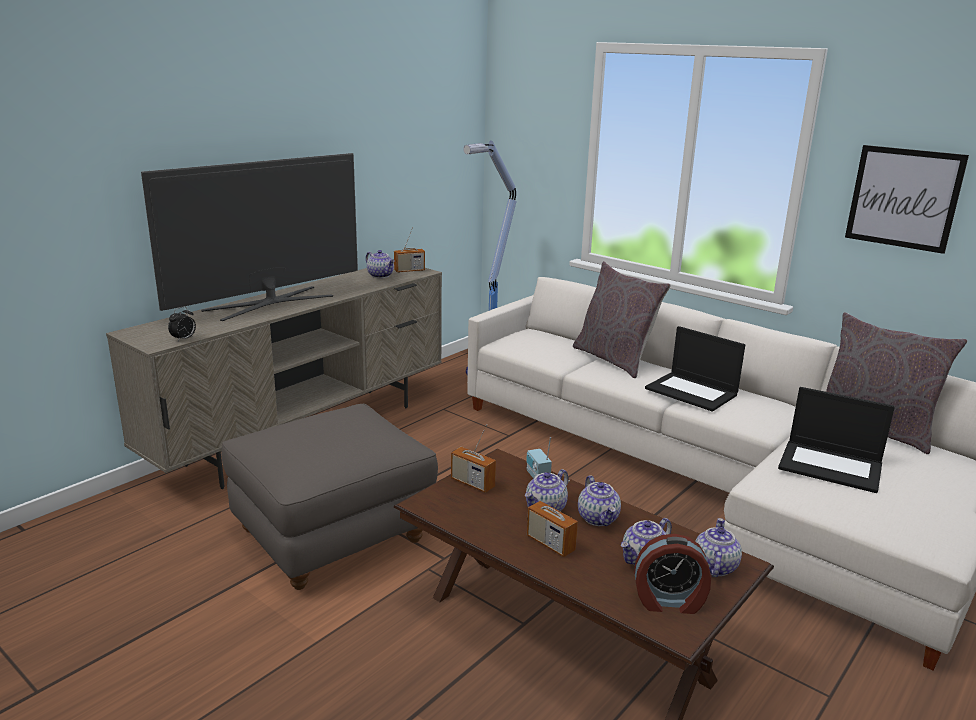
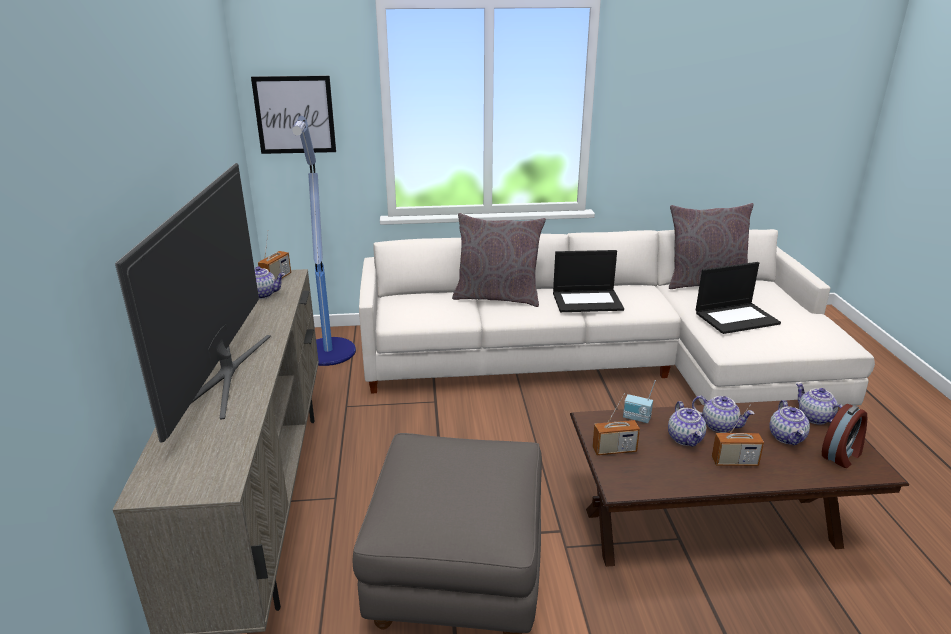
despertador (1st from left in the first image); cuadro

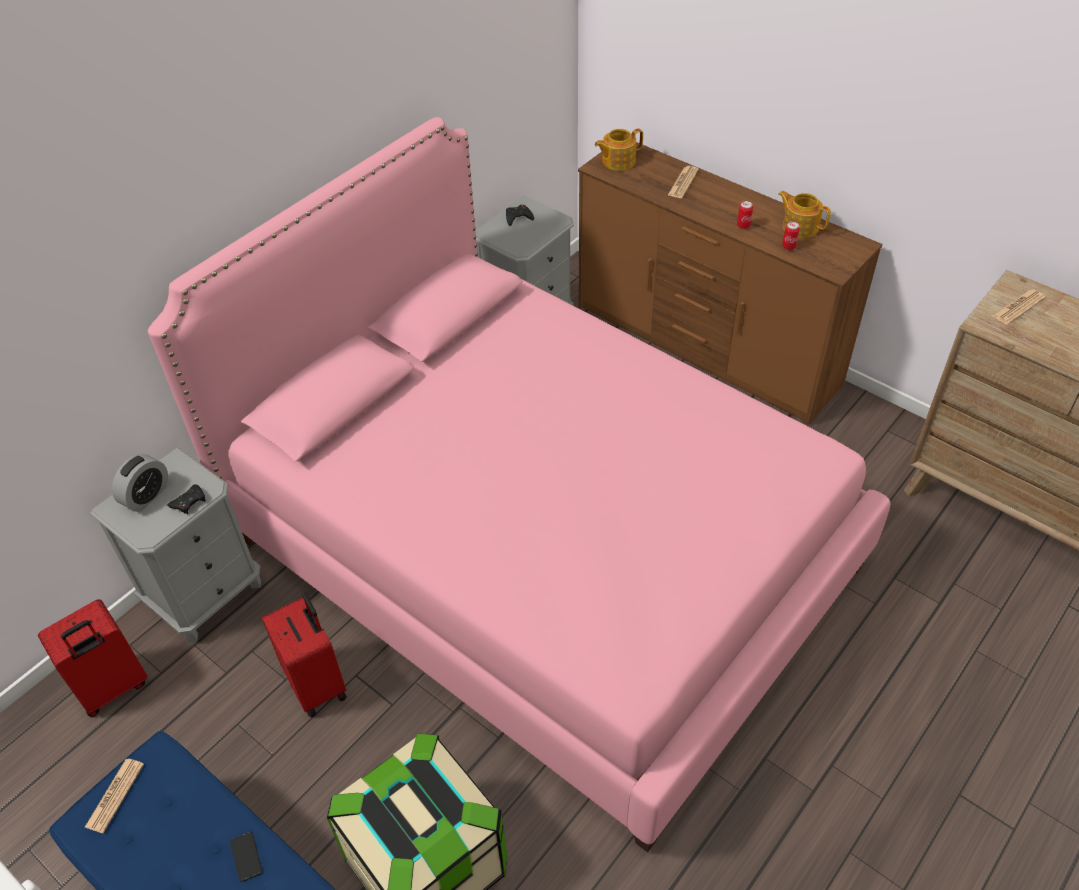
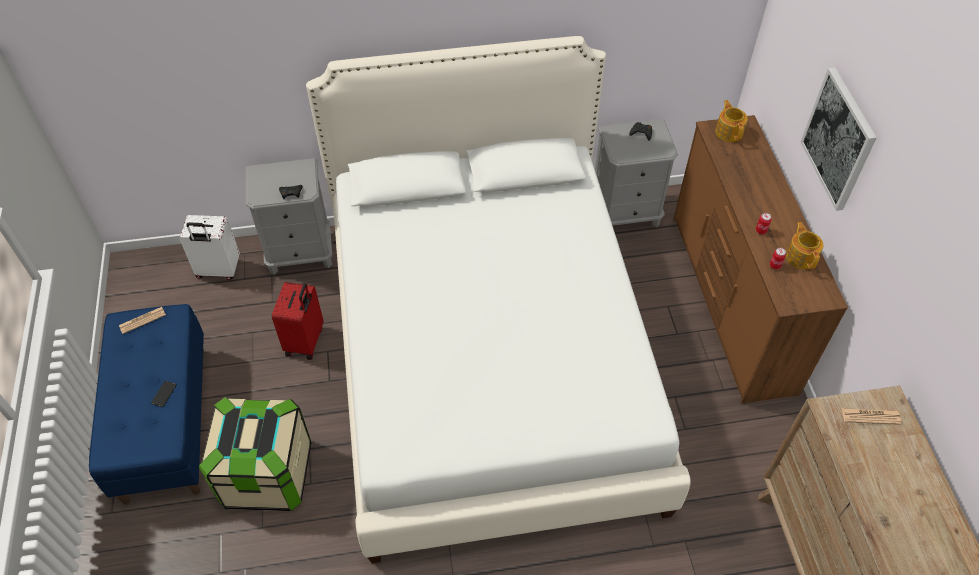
despertador; periódico (2nd from left in the first image); cuadro; maleta [blanco]; cama [blanco]; tetera (1st from left)

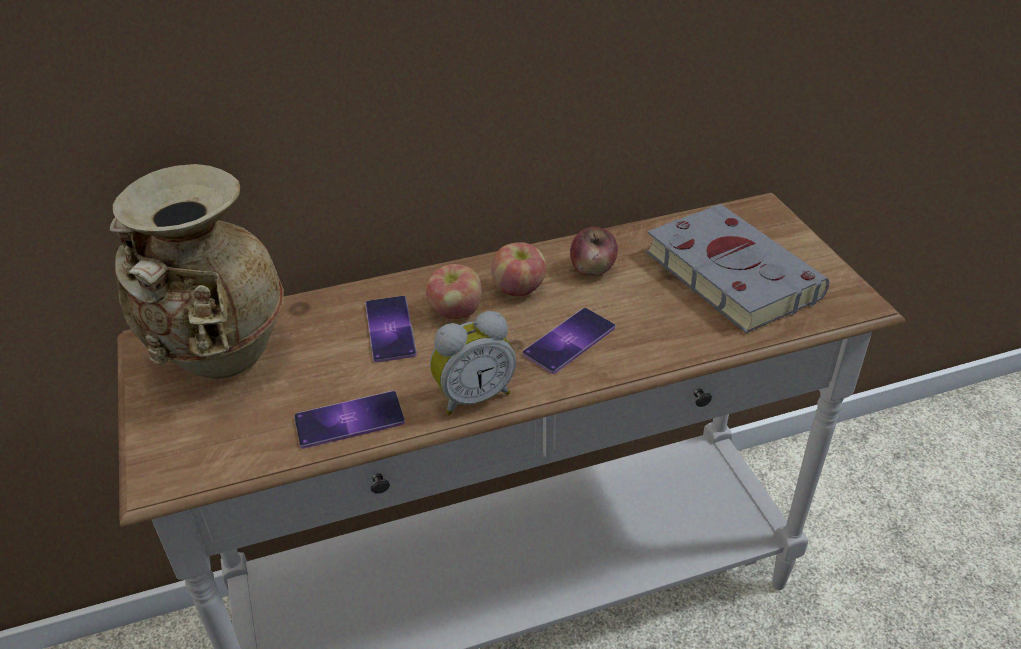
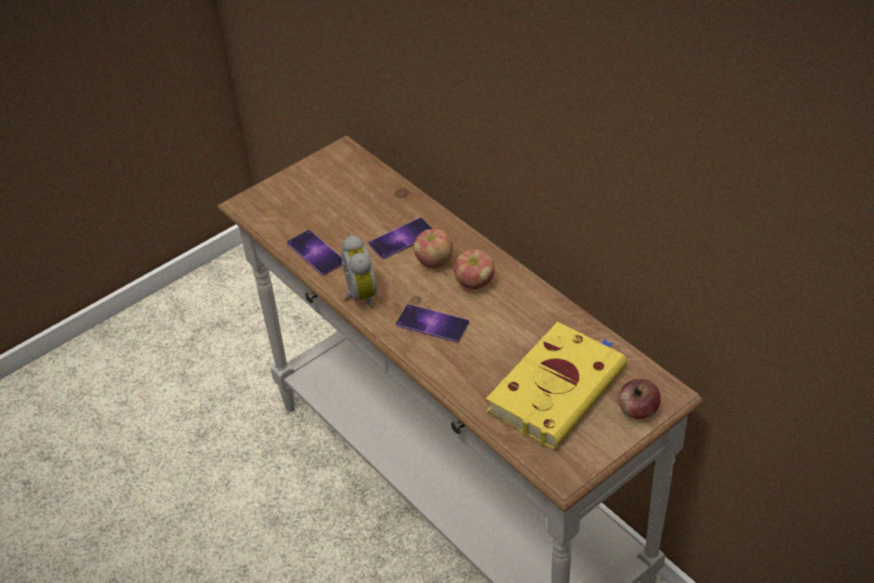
florero [beis]; manzana (3rd from left); libro [amarillo]; despertador

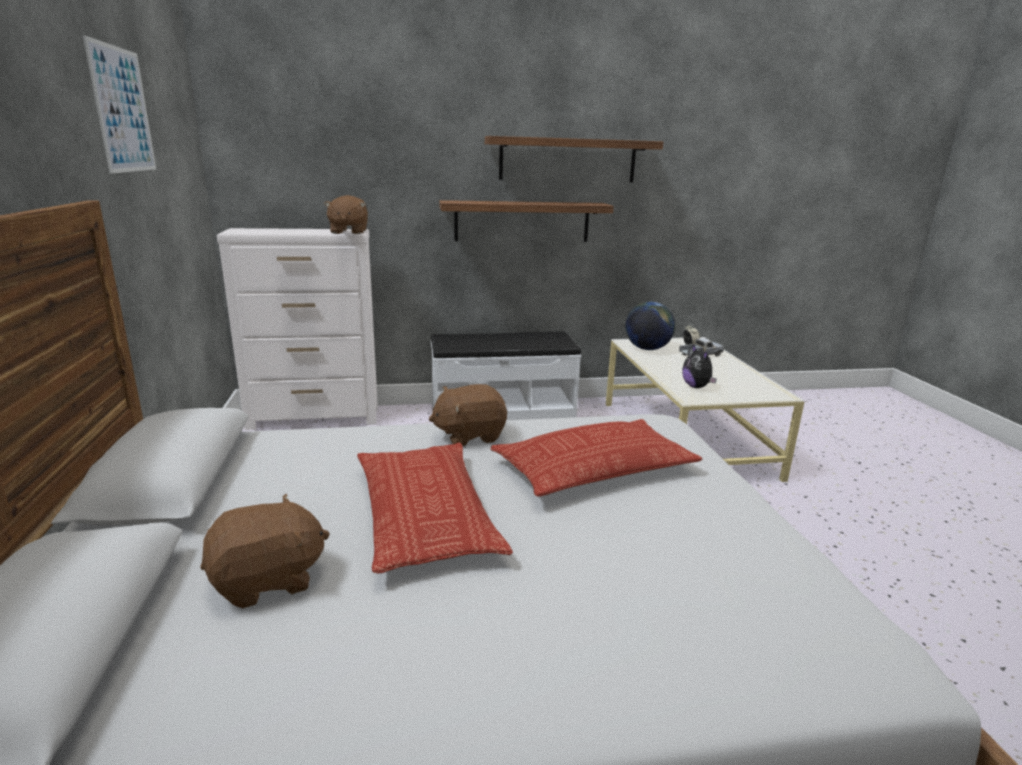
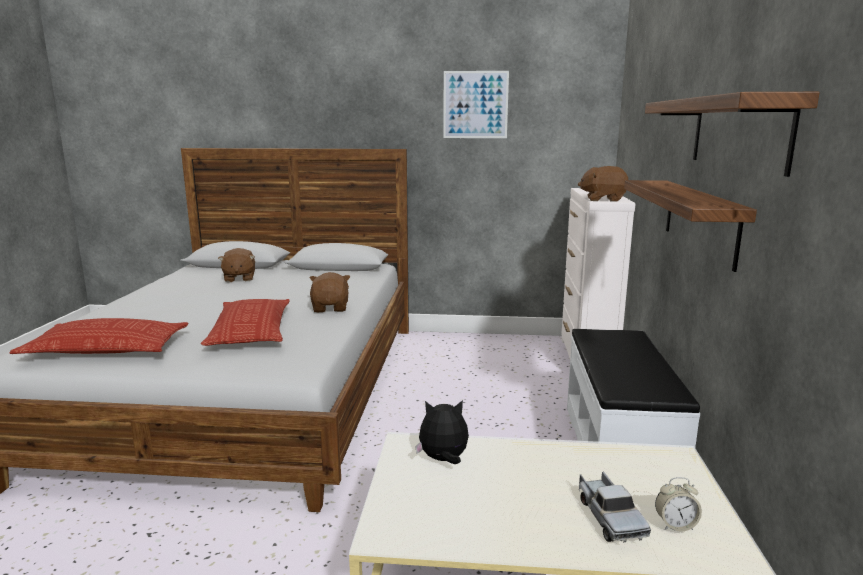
globo terráqueo; cojín (1st from left)

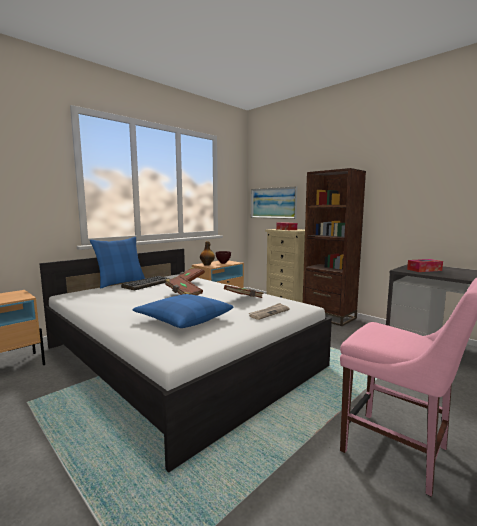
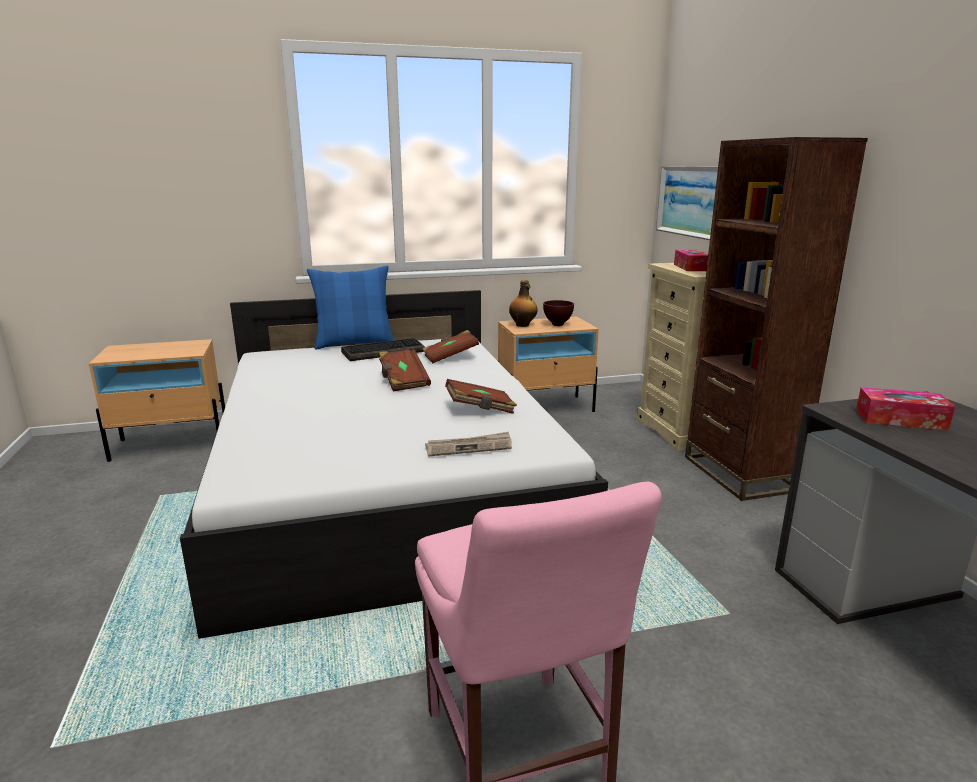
cojín [azul] (2nd from left in the first image)

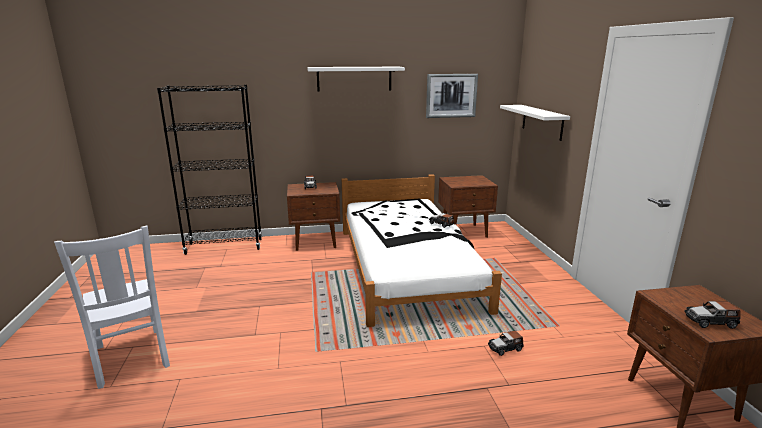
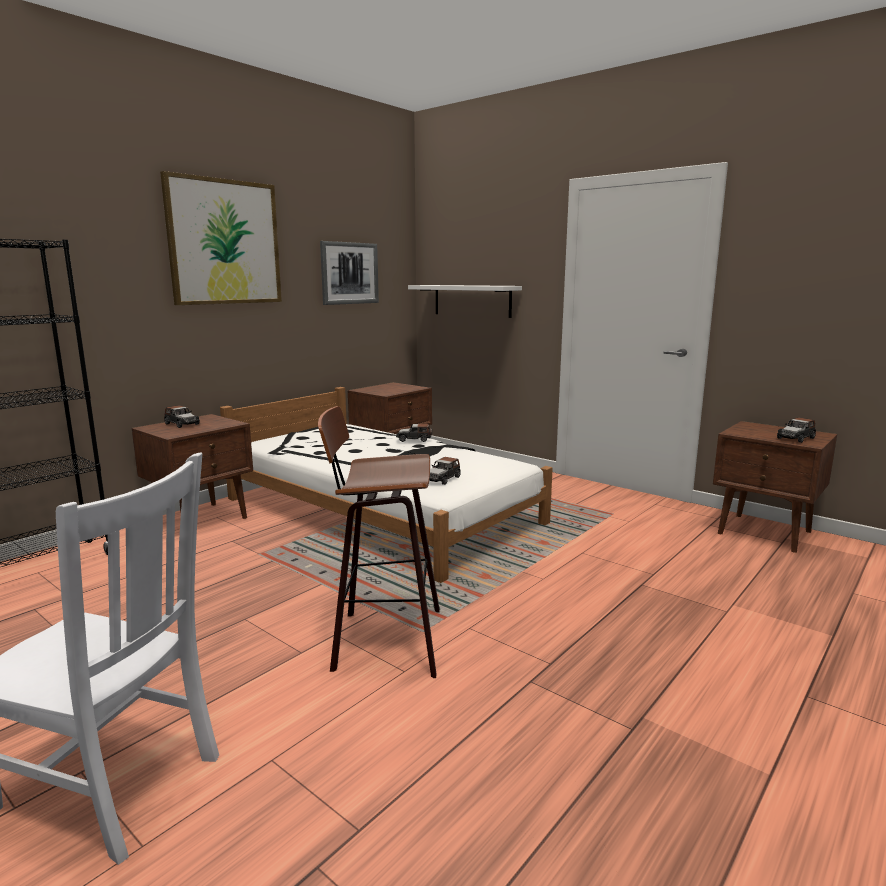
taburete; coche de juguete (3rd from left); cuadro (1st from left)

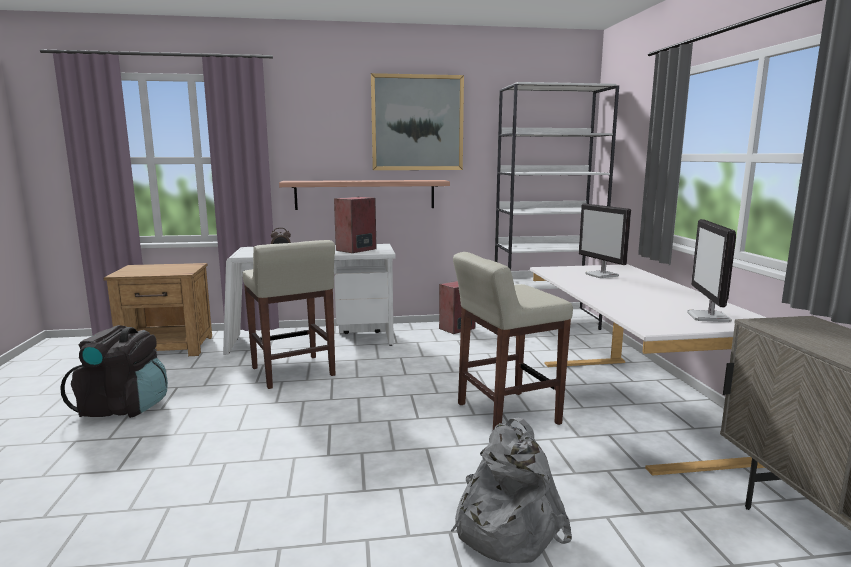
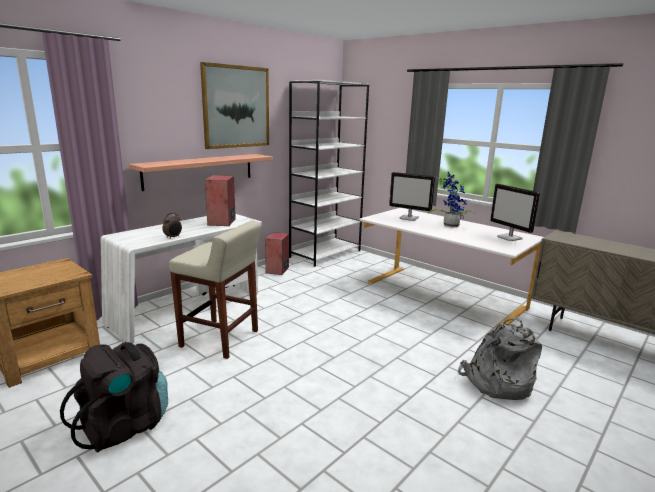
taburete [beis] (2nd from left in the first image); planta en maceta

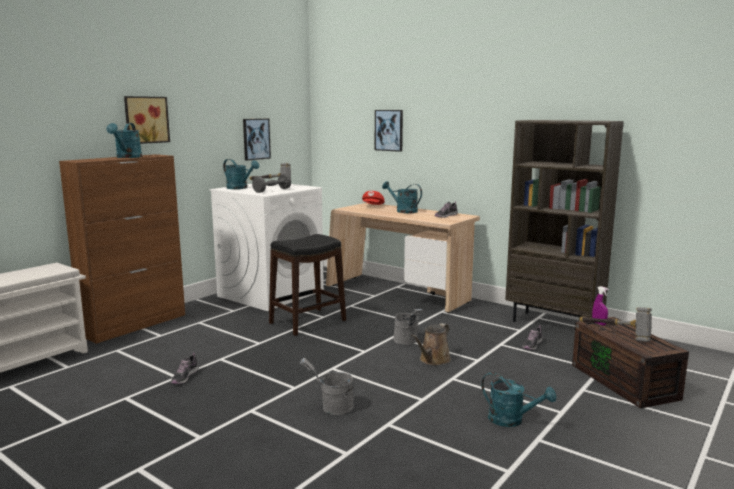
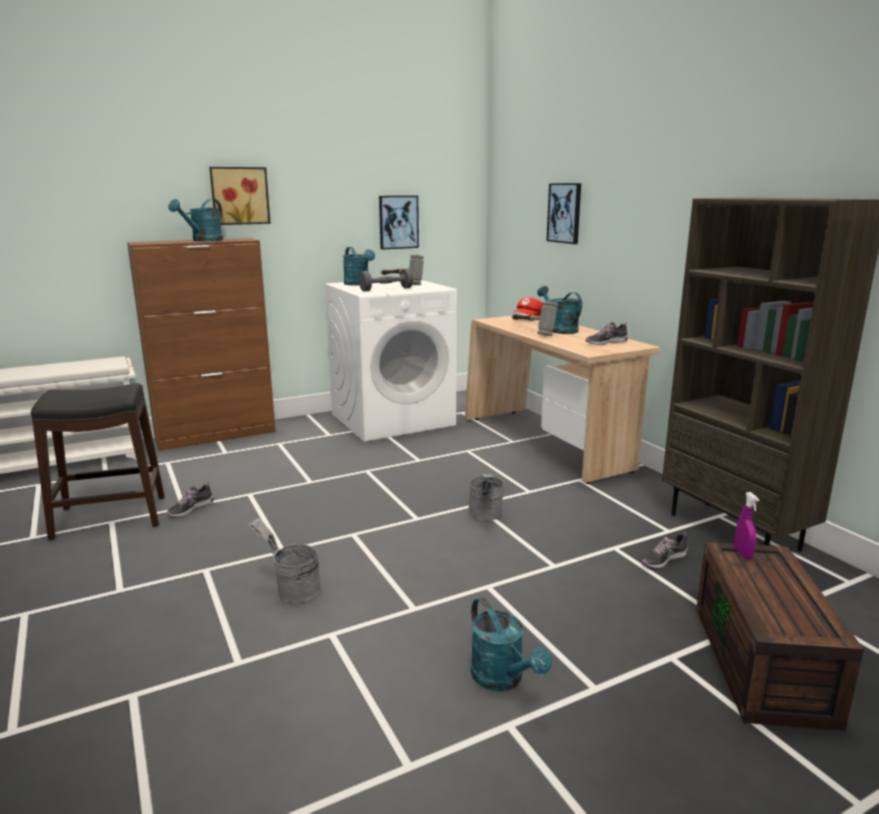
regadera [marrón]; taburete [negro]; martillo (2nd from left)

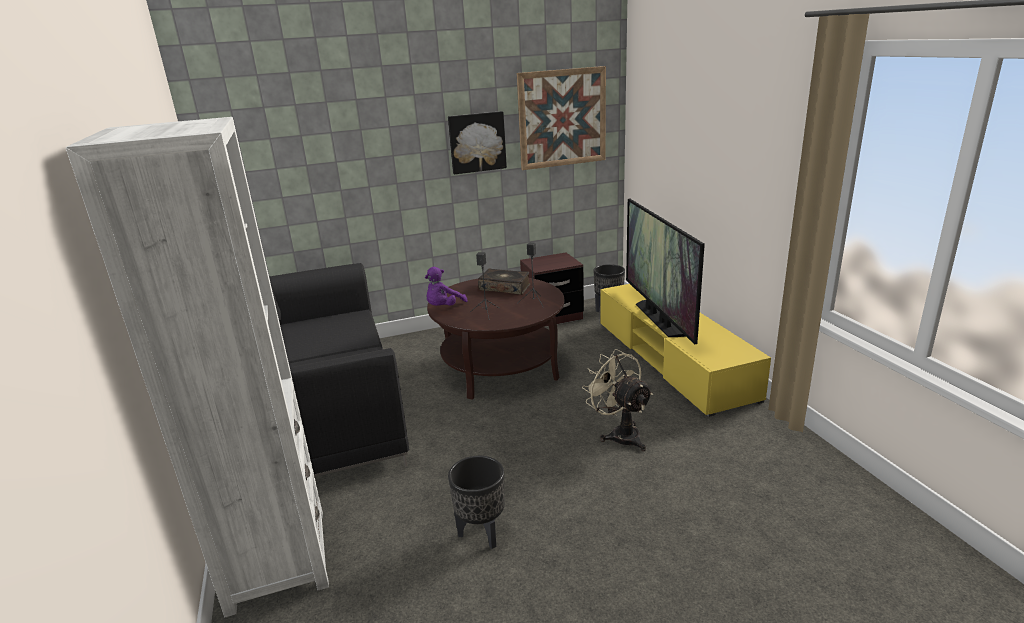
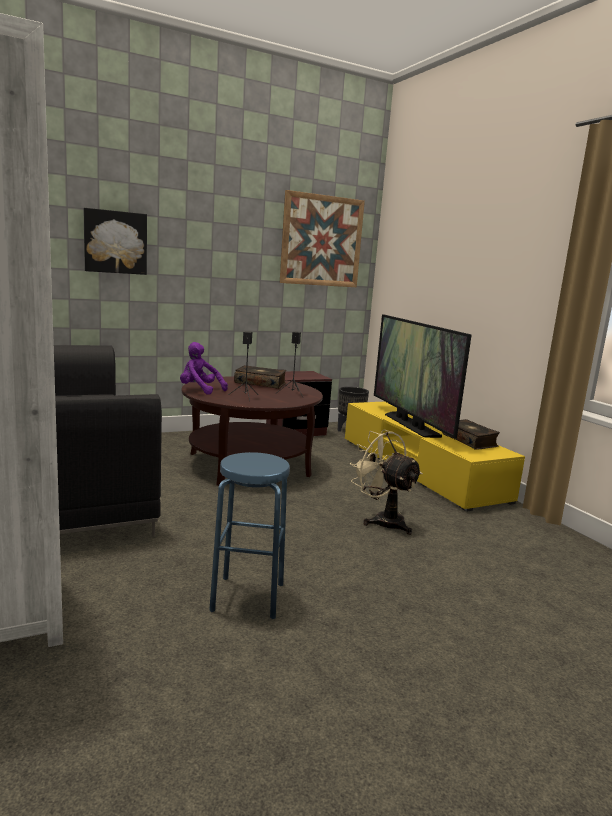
libro (2nd from left); cuadro (1st from left); taburete [azul]; peluche [morado]

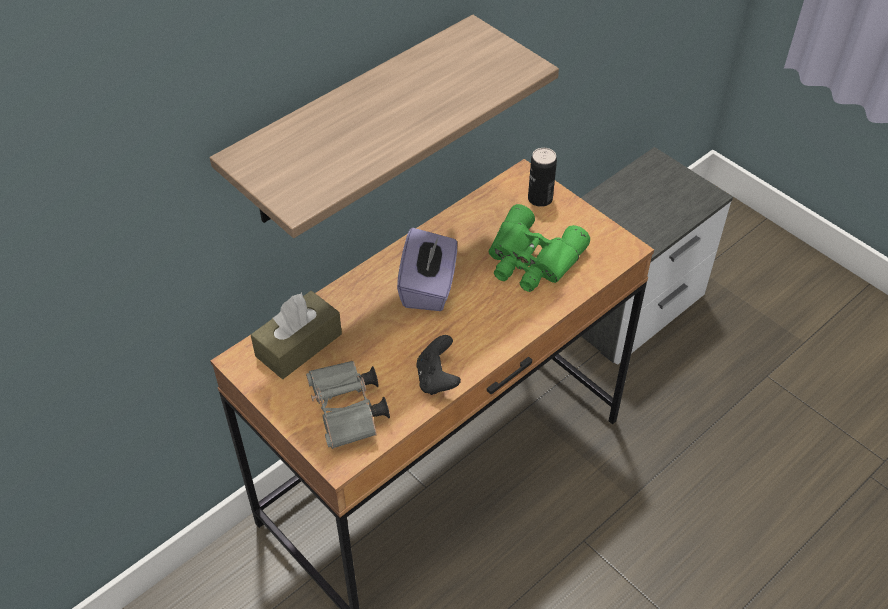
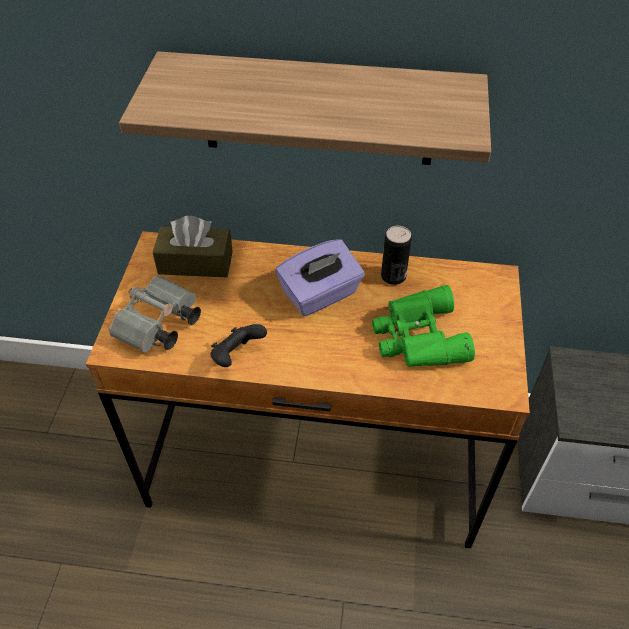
lata

